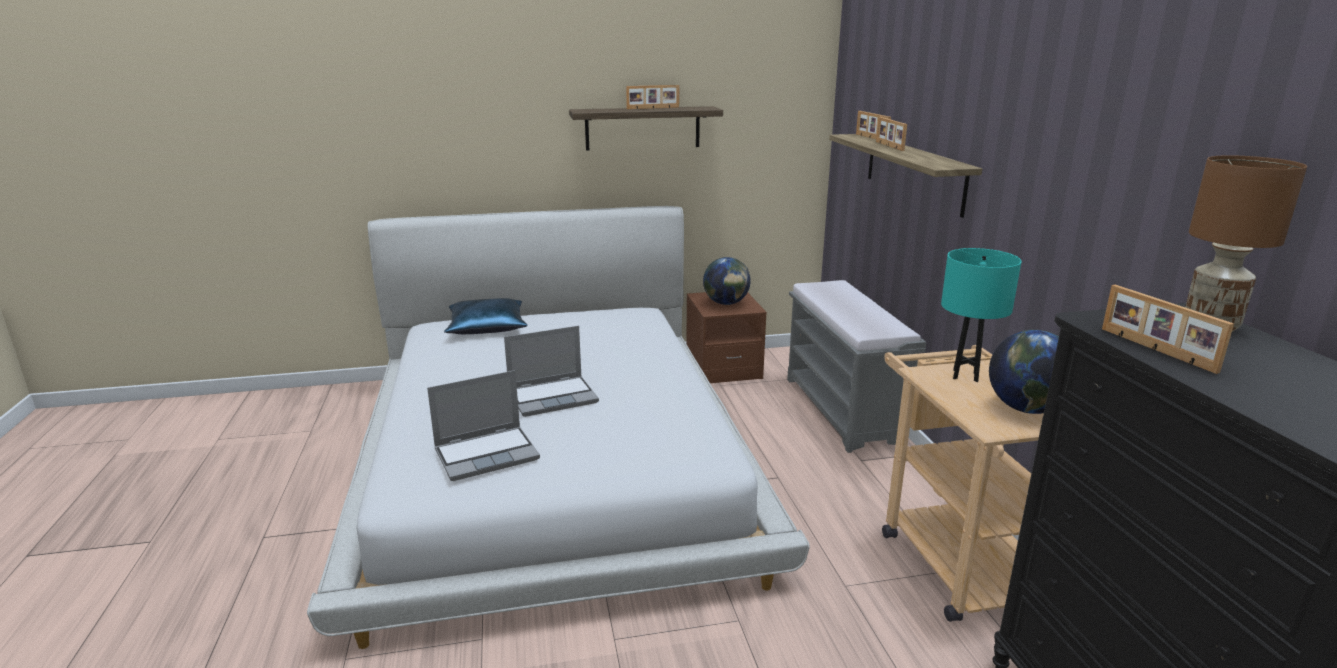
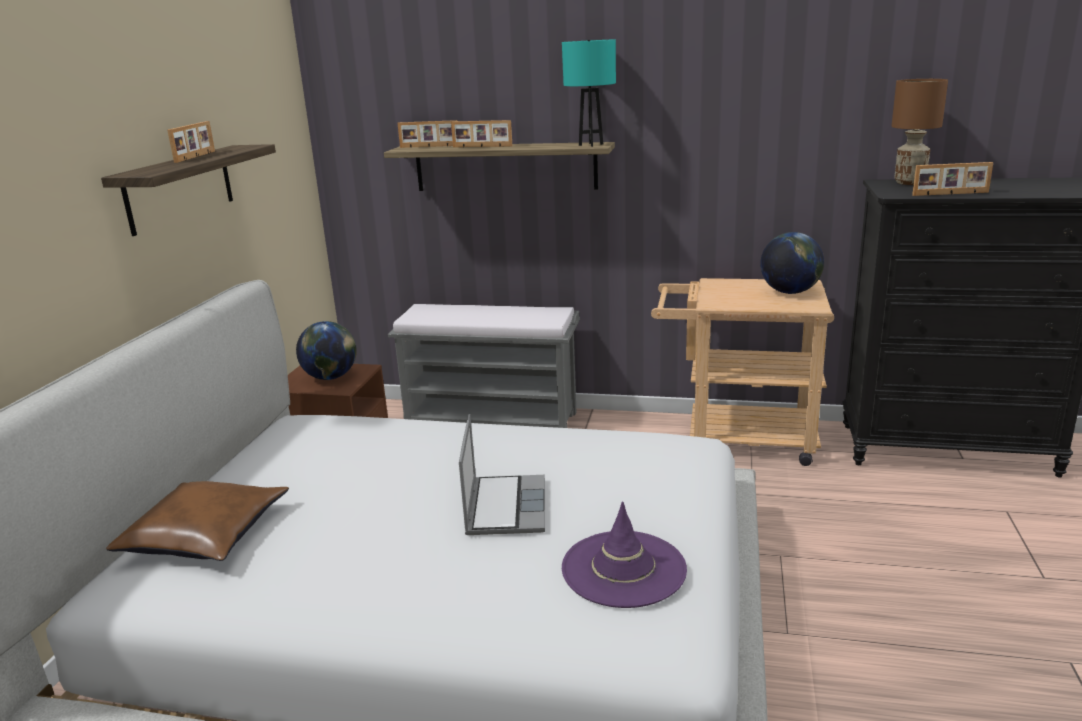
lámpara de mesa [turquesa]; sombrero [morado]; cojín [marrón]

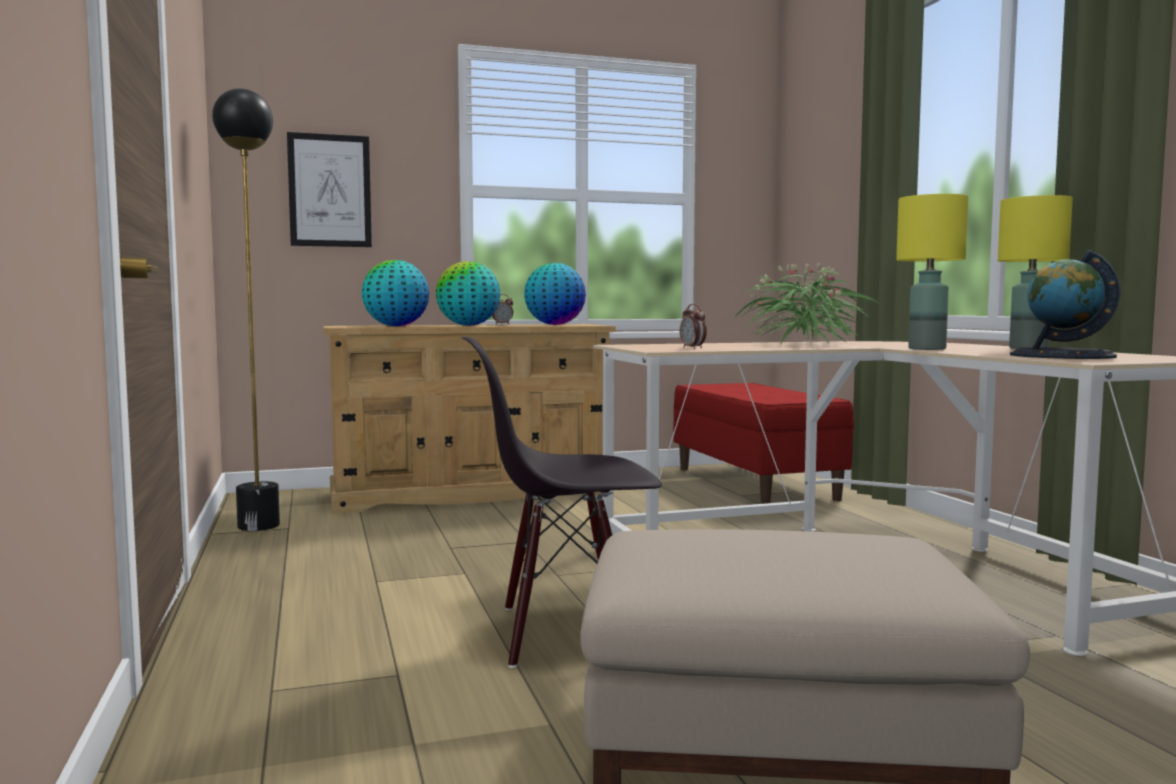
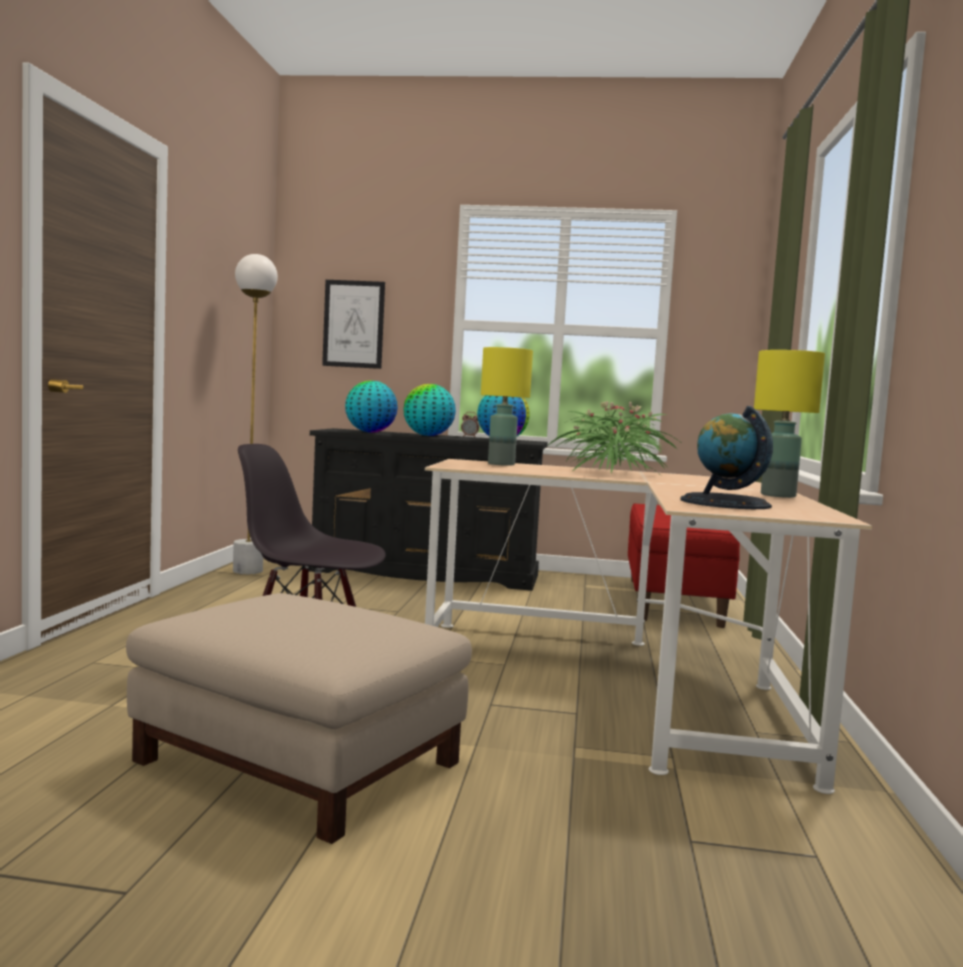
despertador (2nd from left in the first image); lámpara de mesa [amarillo] (1st from left); lámpara de pie [blanco]; cómoda [negro]

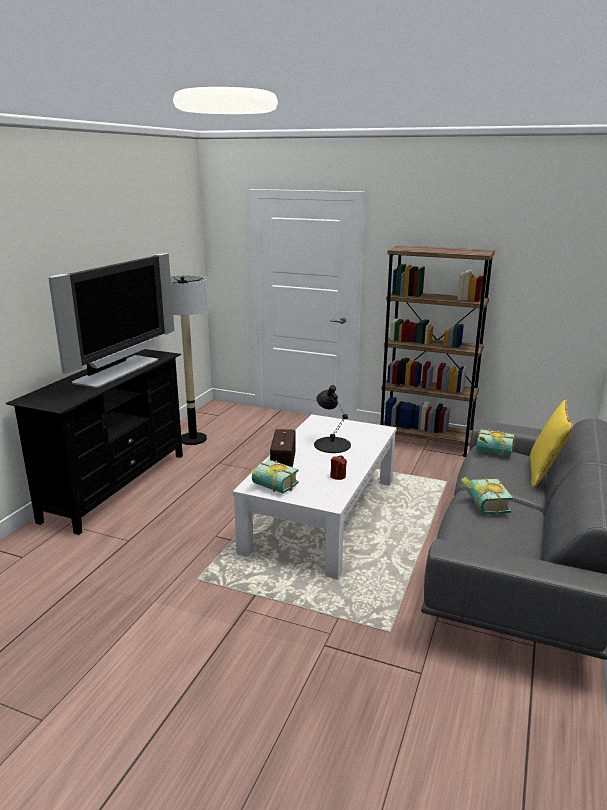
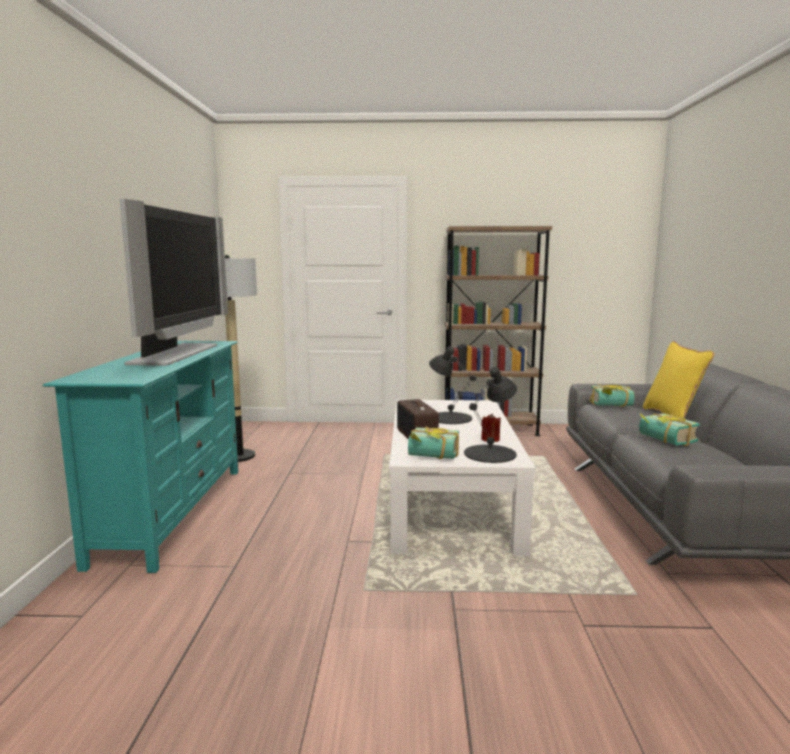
lámpara de mesa [negro] (2nd from left); mueble de televisión [turquesa]

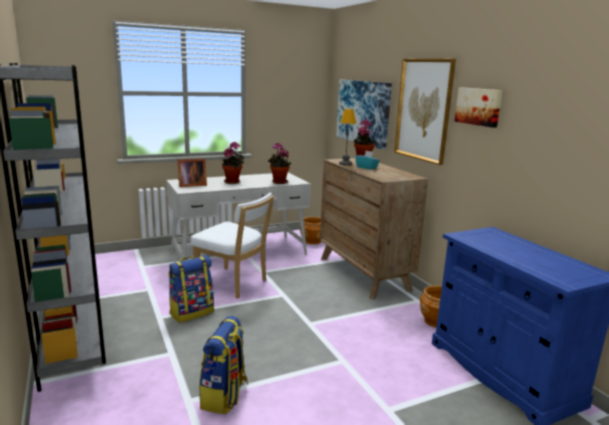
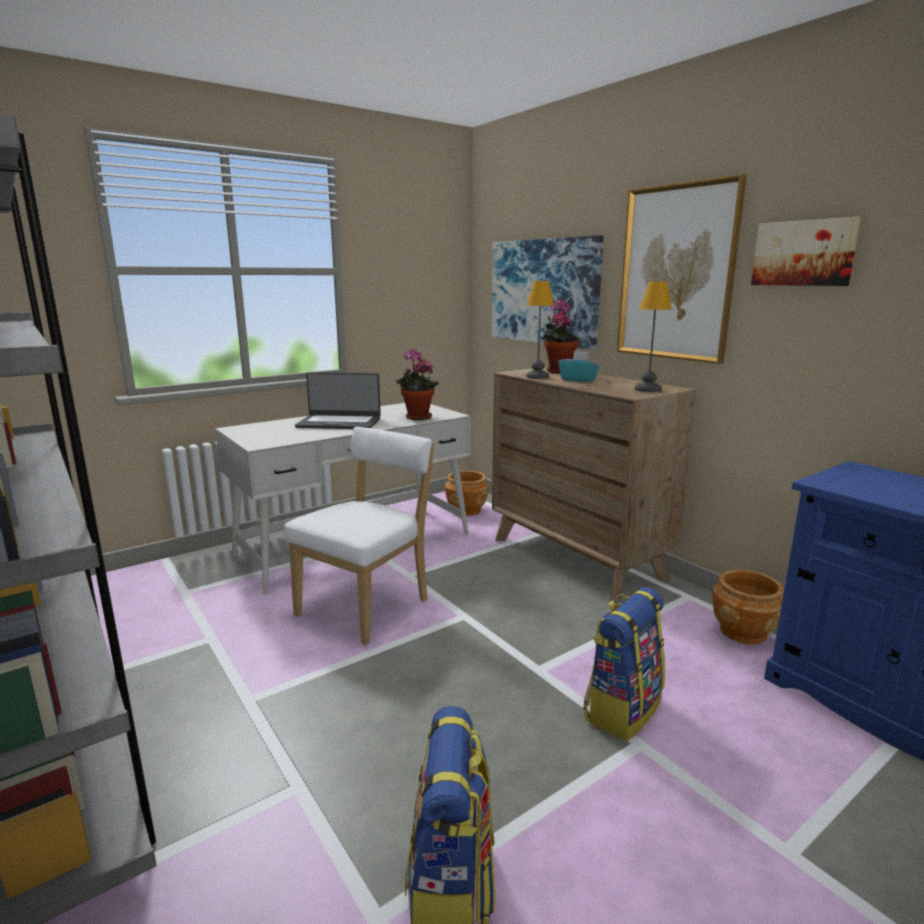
portarretratos; lámpara de mesa (2nd from left); mochila (2nd from left); portátil; silla [blanco]

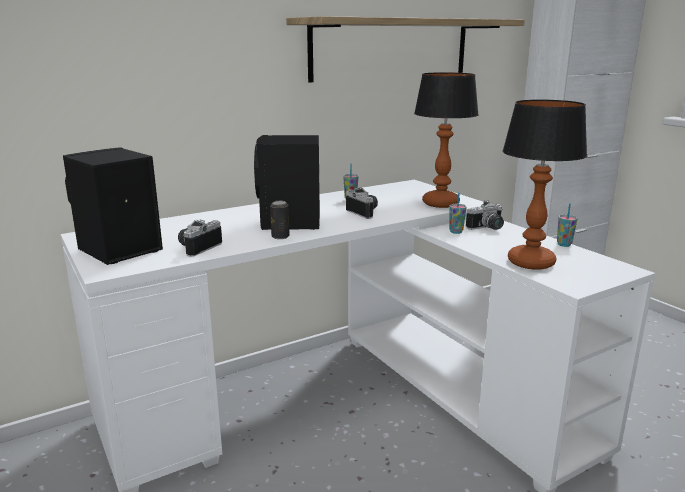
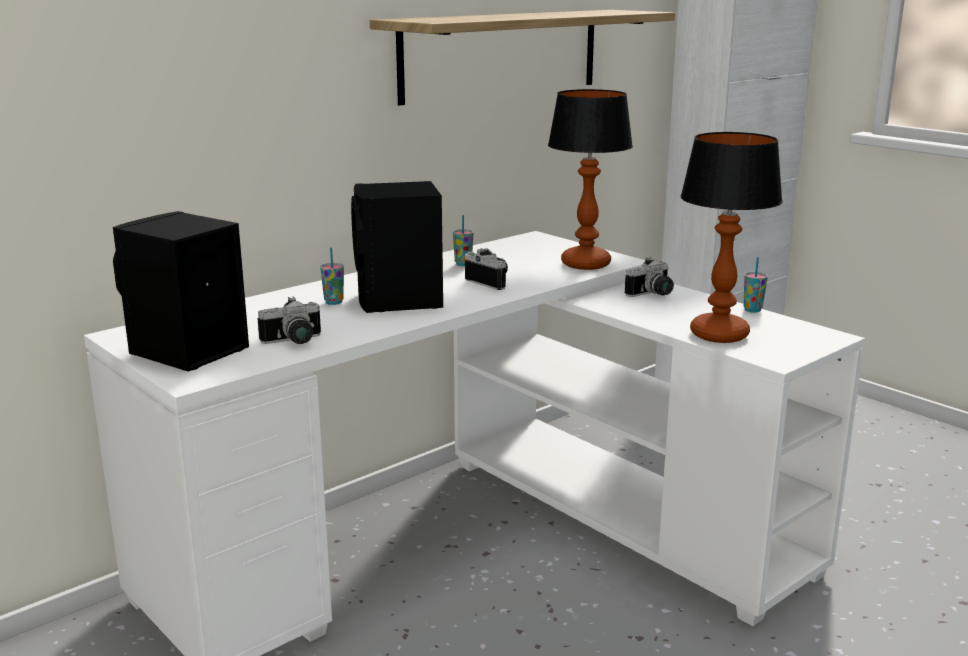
lata; taza (1st from left); cámara (1st from left)

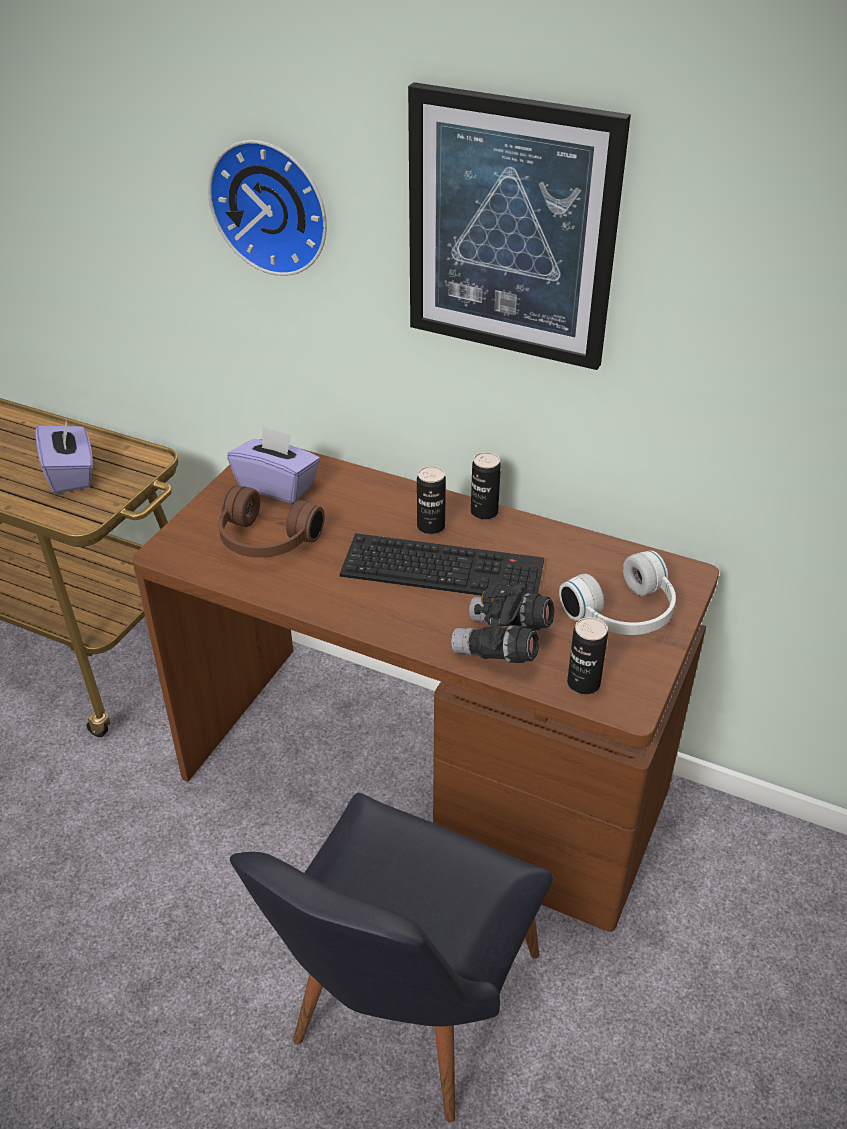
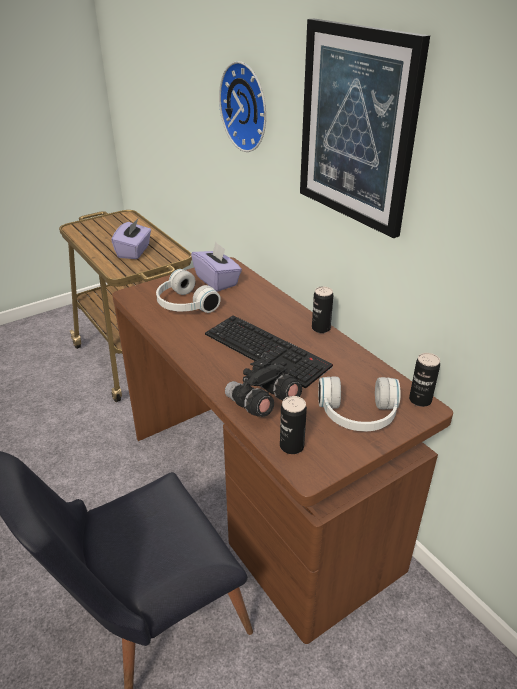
lata (3rd from left); auriculares [blanco] (1st from left)

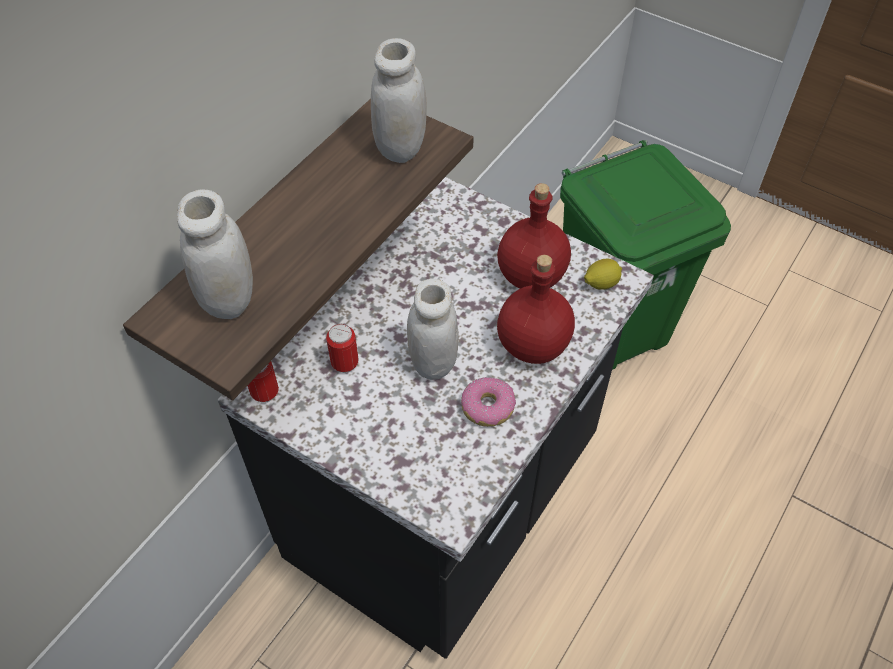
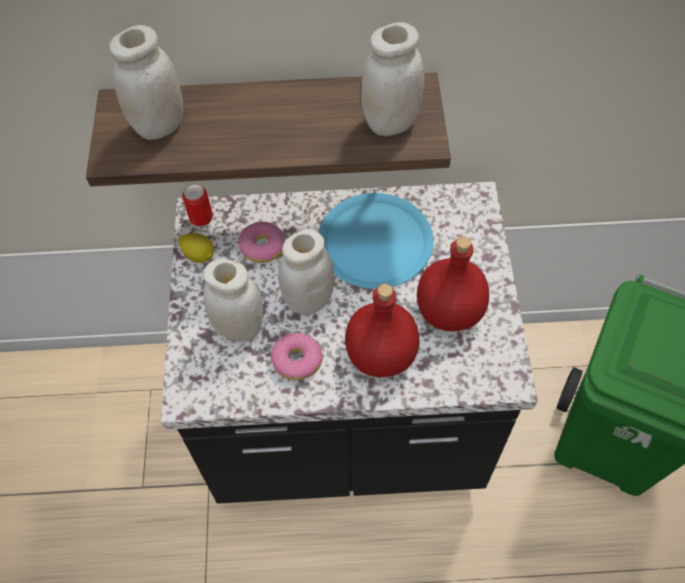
tarro [blanco] (2nd from left); plato [azul]; limón; rosquilla (1st from left)

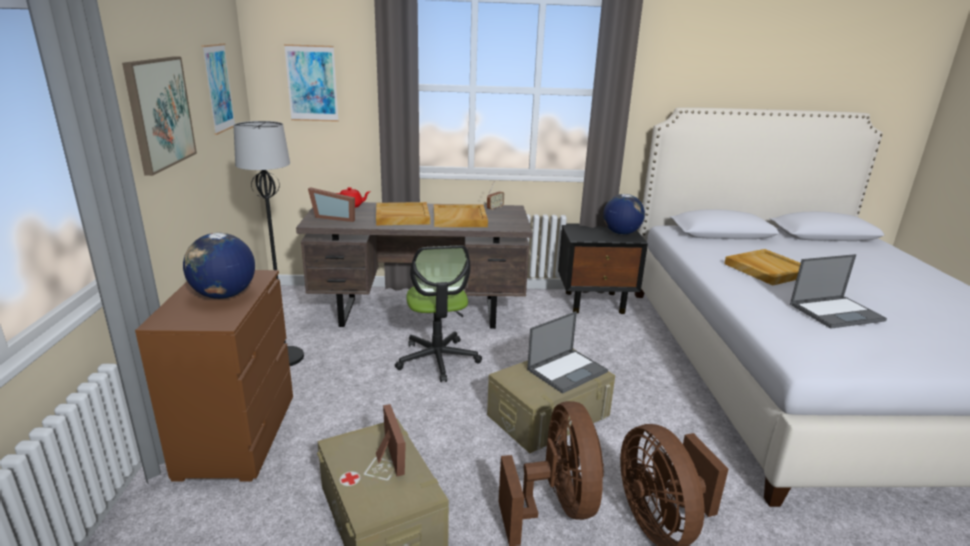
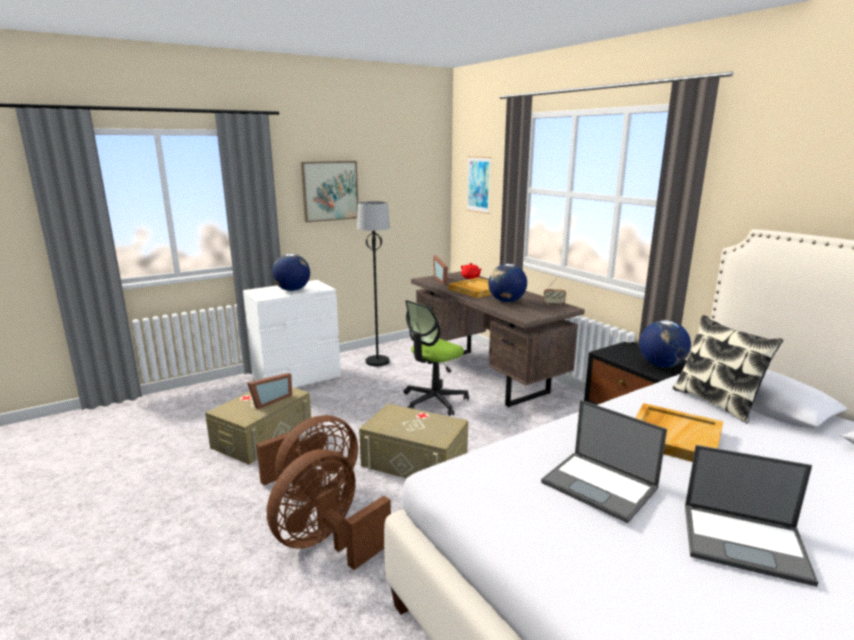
cuadro (2nd from left in the first image); cojín; portátil (2nd from left); globo terráqueo (2nd from left); cómoda [blanco]

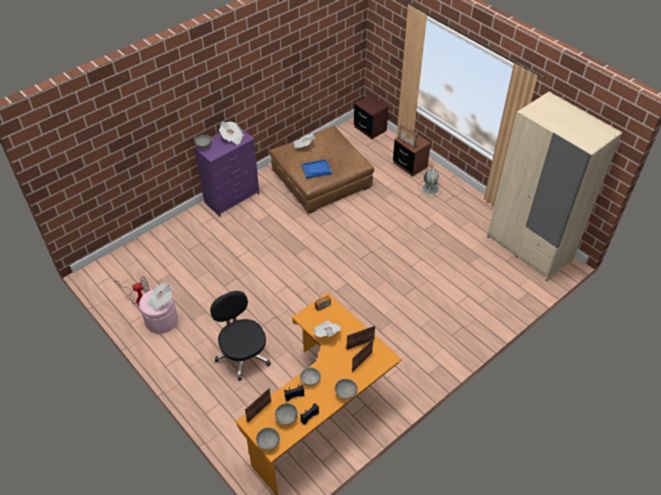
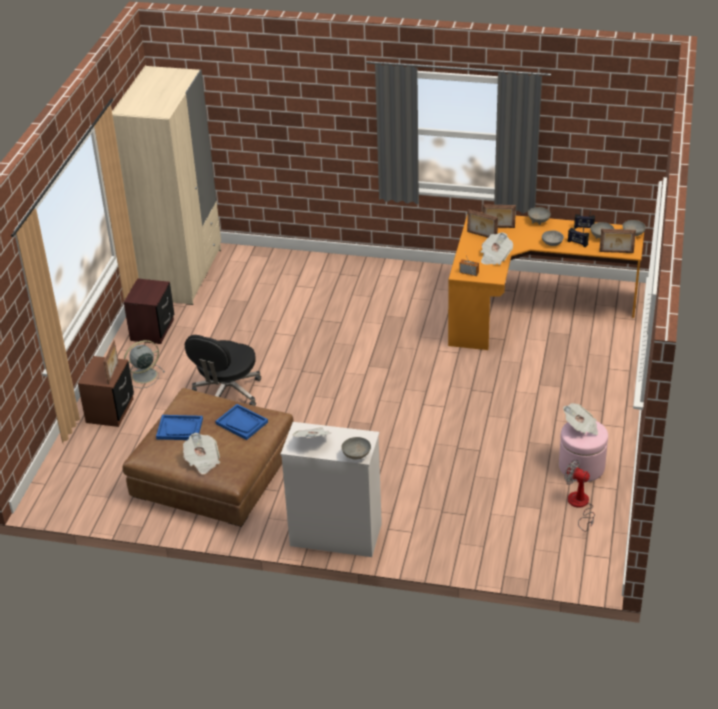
bandeja [azul] (1st from left); silla de oficina [negro]; mesita de noche [marrón] (2nd from left); cómoda [blanco]

